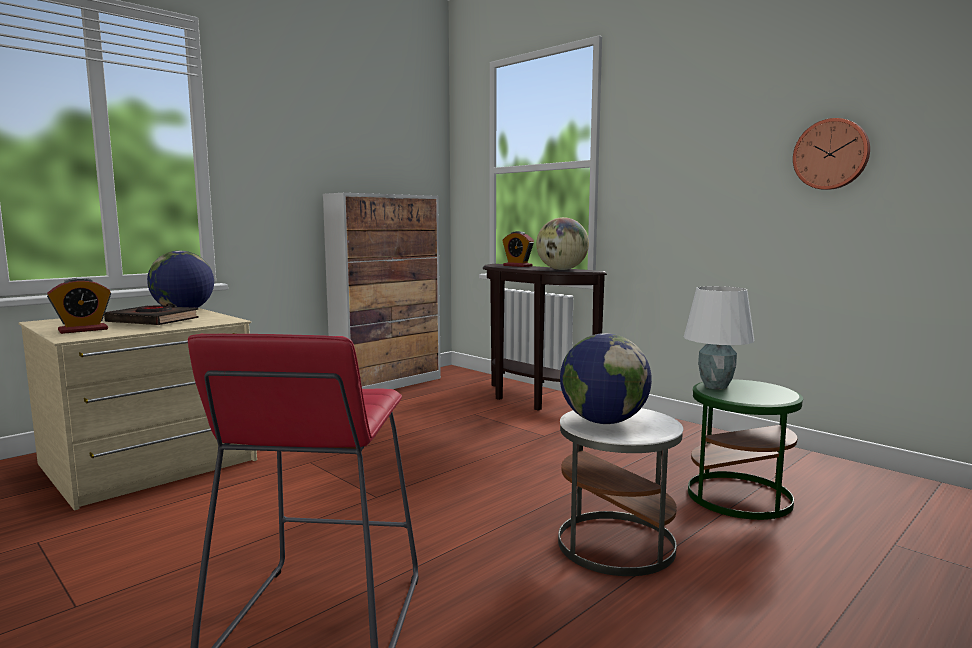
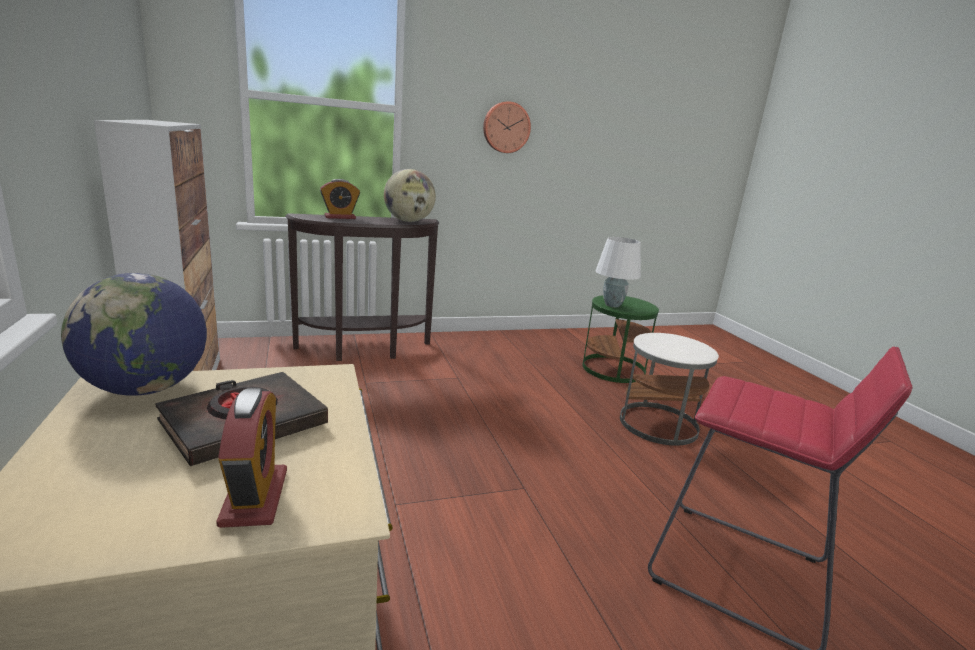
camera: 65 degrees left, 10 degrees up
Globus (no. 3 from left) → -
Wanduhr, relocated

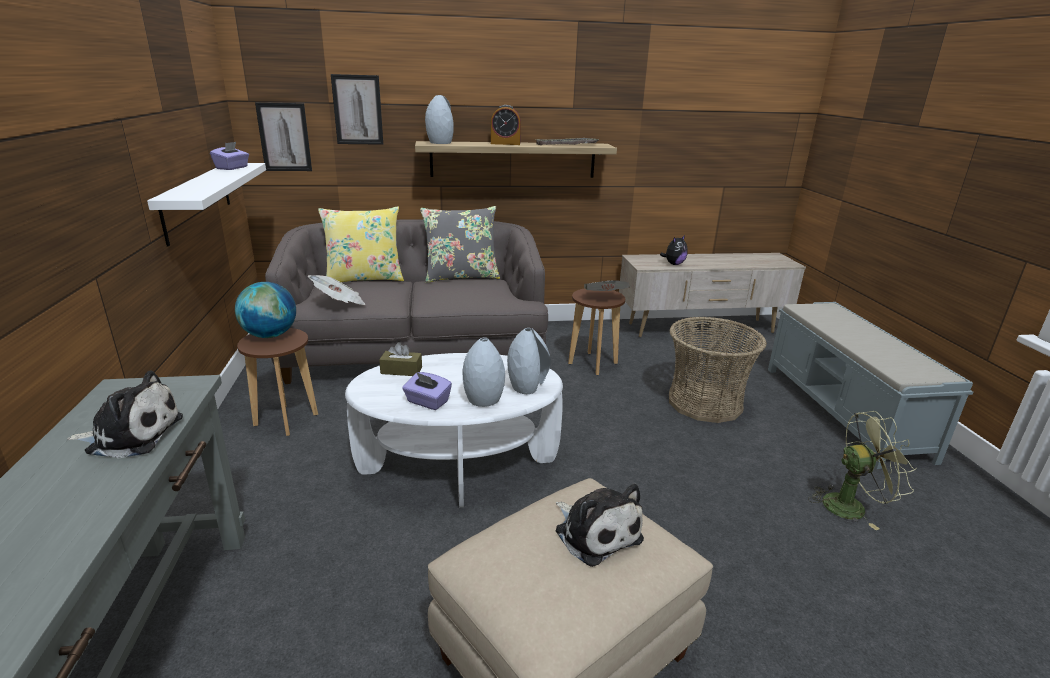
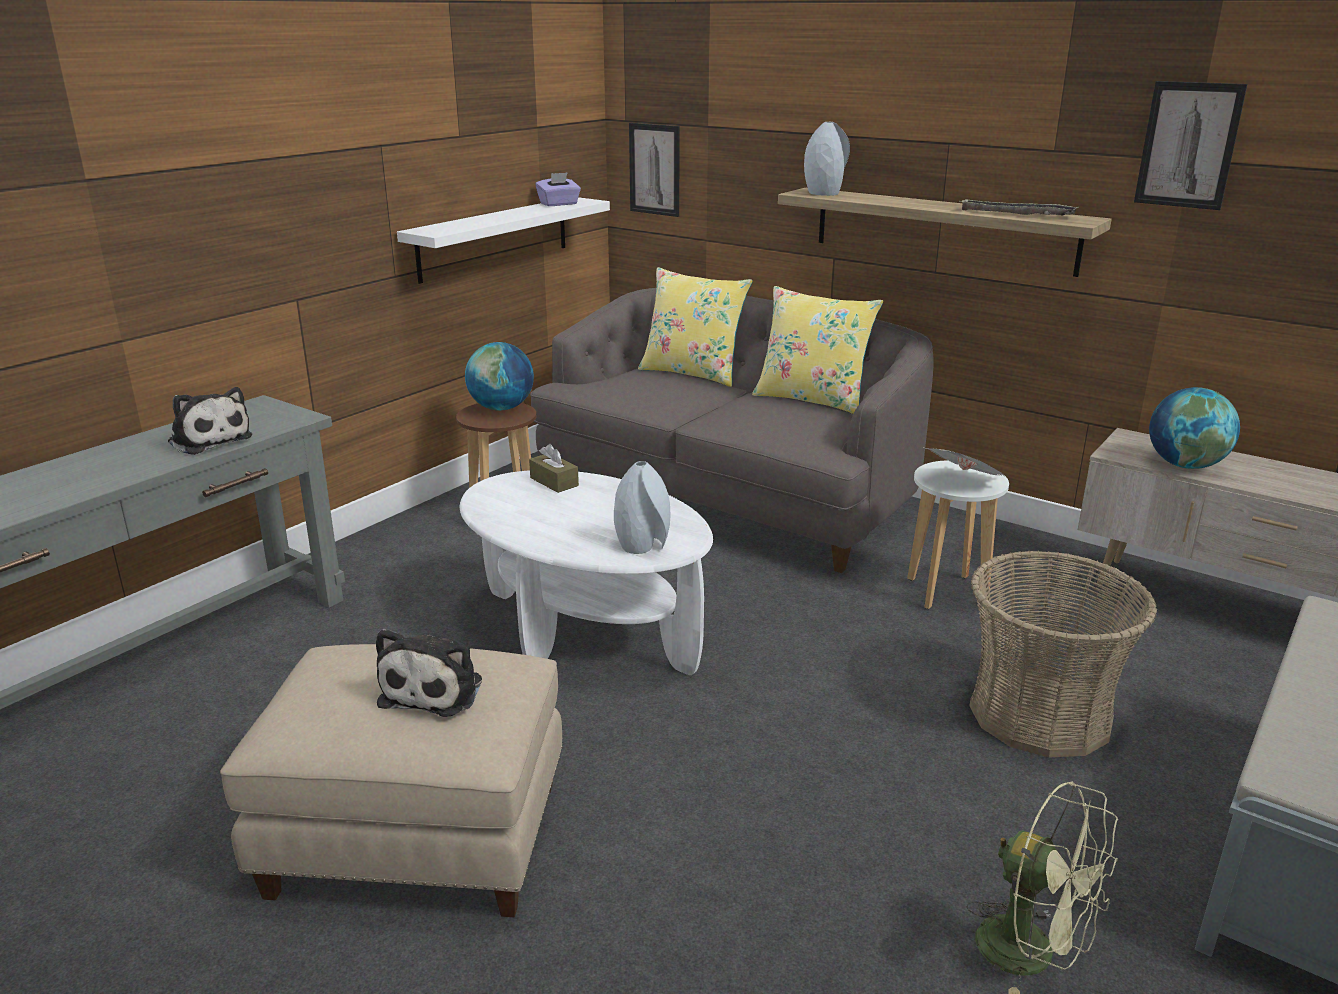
camera: 45 degrees right, 0 degrees up
Zeitung (no. 1 from left) → -
Taschentuchbox/lila (no. 2 from left) → -
Vase/grau (no. 2 from left) → -
Wecker → -
Bild (no. 2 from left), relocated
Plüschtier (no. 3 from left) → Globus (no. 2 from left)
Kissen/grau → Kissen/gelb (no. 2 from left)
Hocker/braun (no. 2 from left) → Hocker/weiß

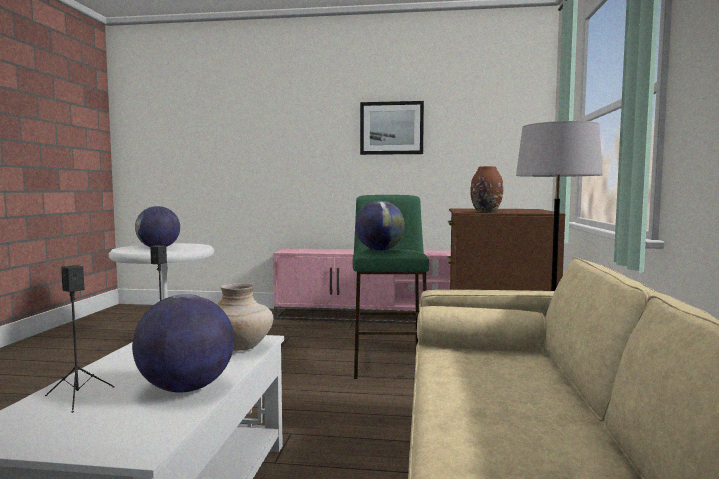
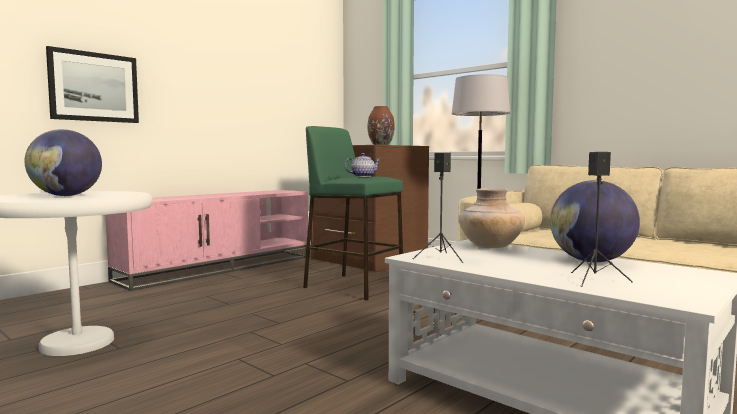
camera: 55 degrees left, 0 degrees up
Bild, relocated
Globus (no. 3 from left) → Teekanne

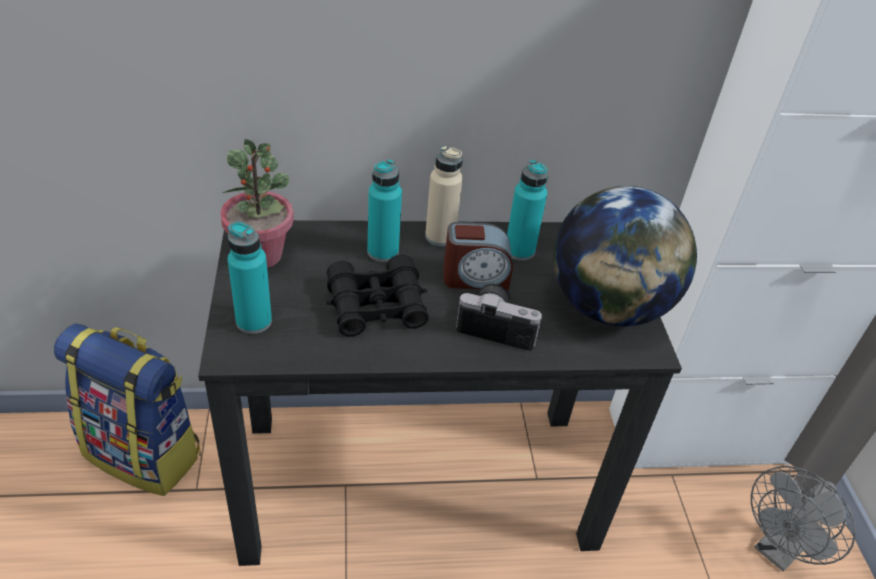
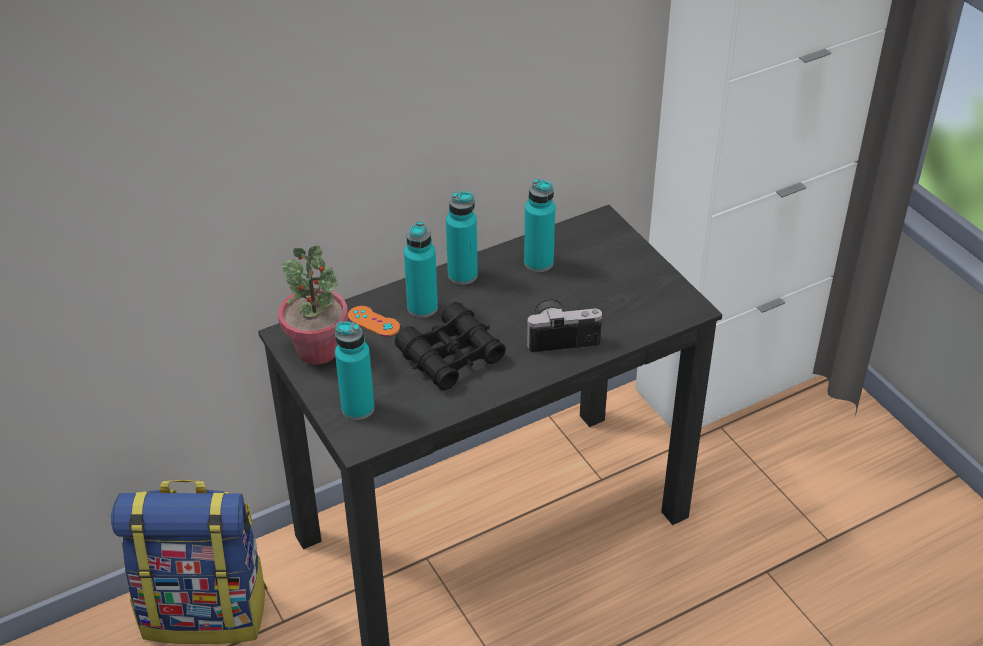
camera: 20 degrees left, 0 degrees up
Wecker → -
Globus → -
Ventilator/grau → -
- → Gamepad/orange
Flasche/beige → Flasche/türkis (no. 3 from left)

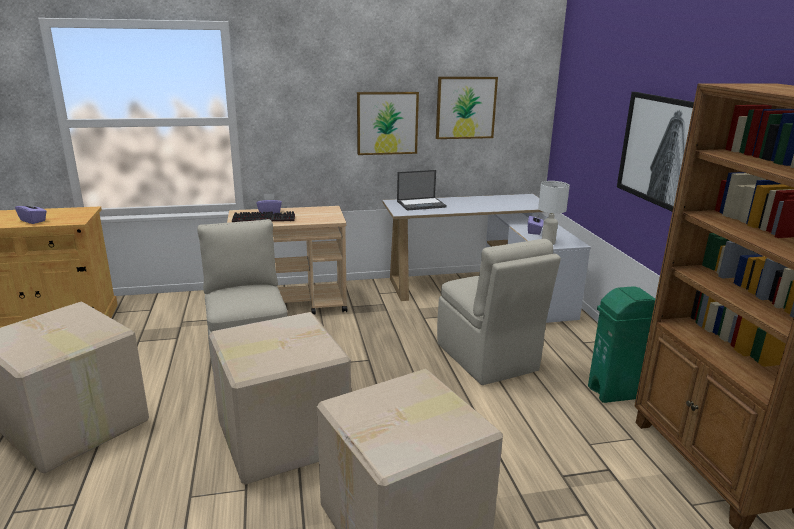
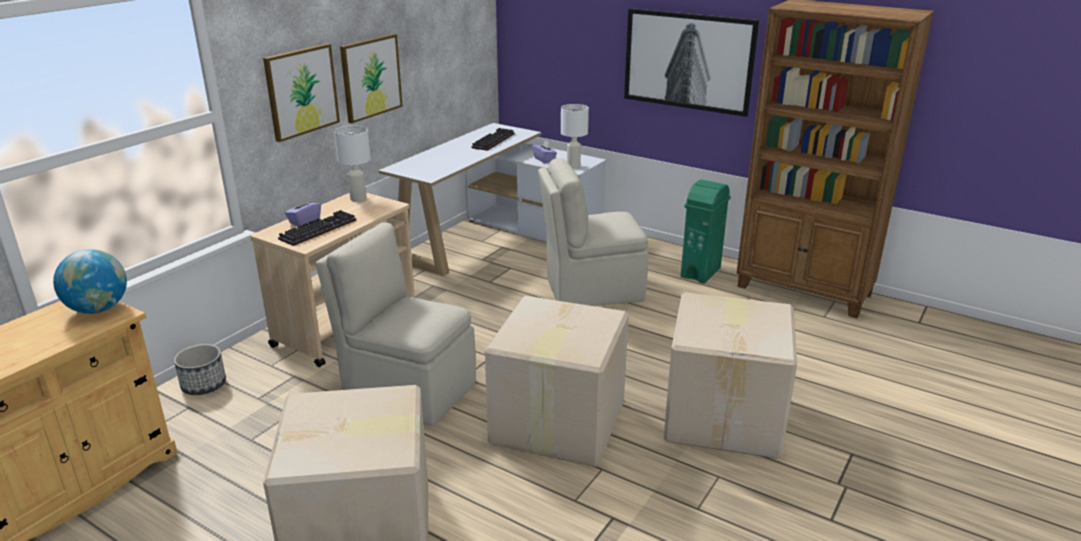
camera: 45 degrees left, 5 degrees up
Taschentuchbox/lila (no. 1 from left) → -
Laptop → -
- → Globus
- → Pflanzkübel
- → Tischlampe/weiß (no. 1 from left)
- → Tastatur (no. 2 from left)
Bild (no. 2 from left in the first image) → Bild (no. 1 from left), relocated
Stuhl/beige (no. 2 from left), 150 degrees clockwise

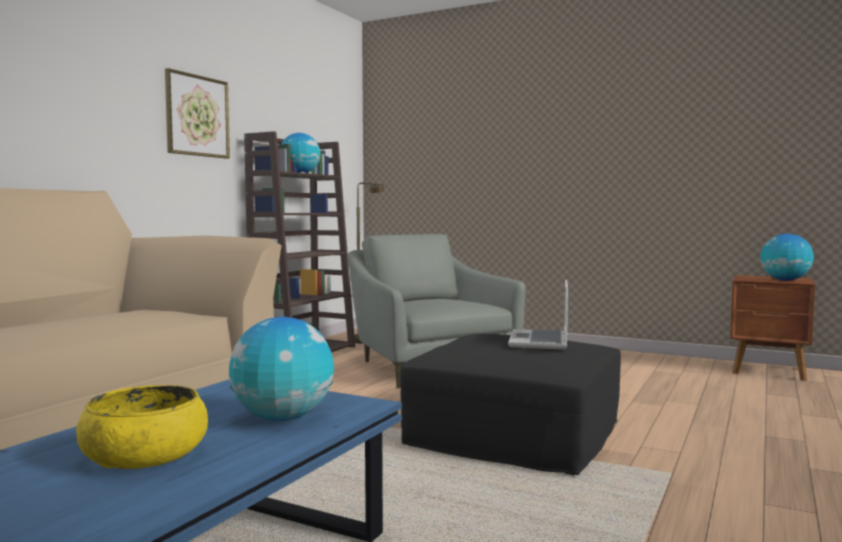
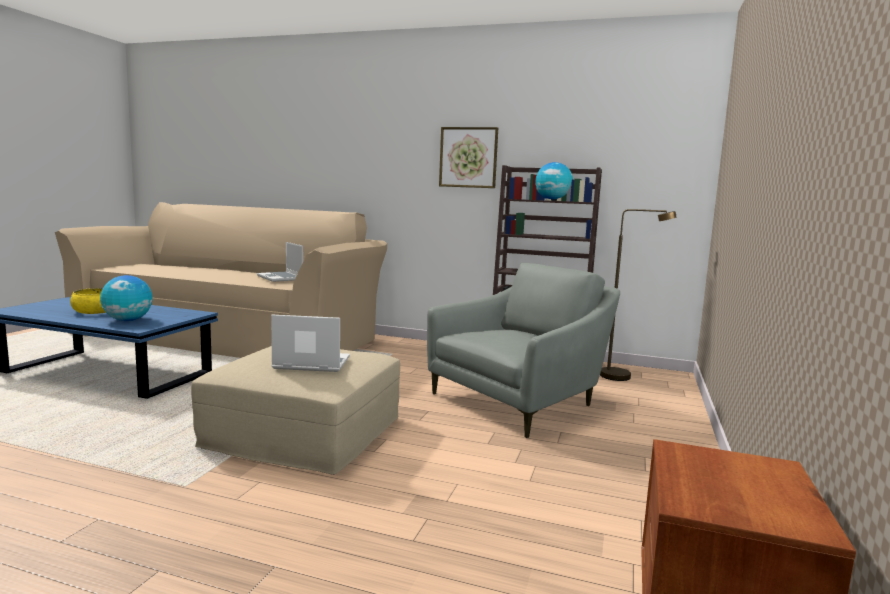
camera: 80 degrees right, 5 degrees up
Globus (no. 3 from left) → -
- → Laptop (no. 1 from left)
Polsterhocker/schwarz → Polsterhocker/beige

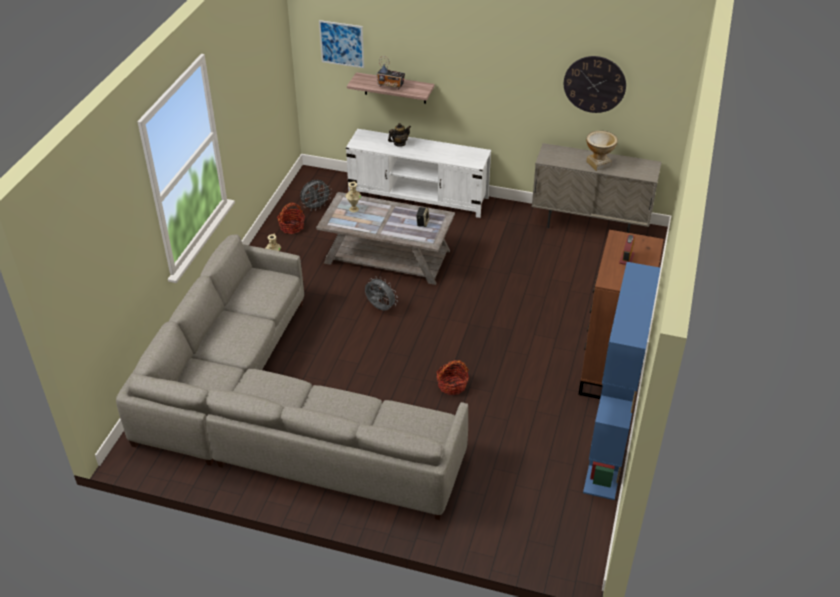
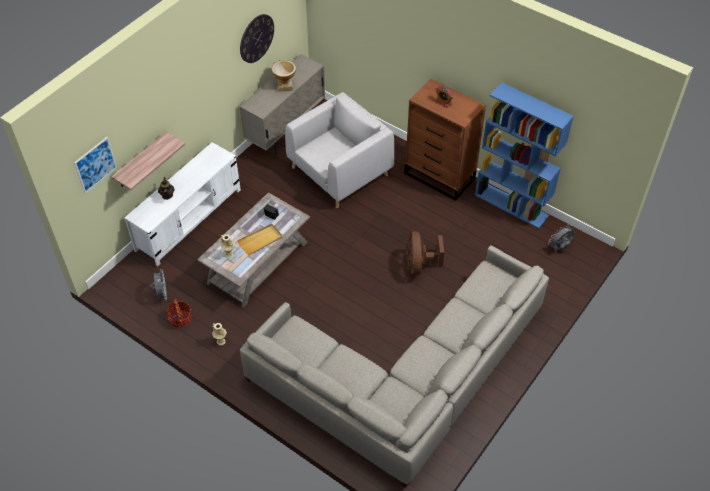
camera: 70 degrees left, 10 degrees up
Radio → -
- → Tablett/beige
- → Sessel/grau
Ventilator/grau (no. 2 from left), relocated
Korb (no. 2 from left) → Ventilator/braun

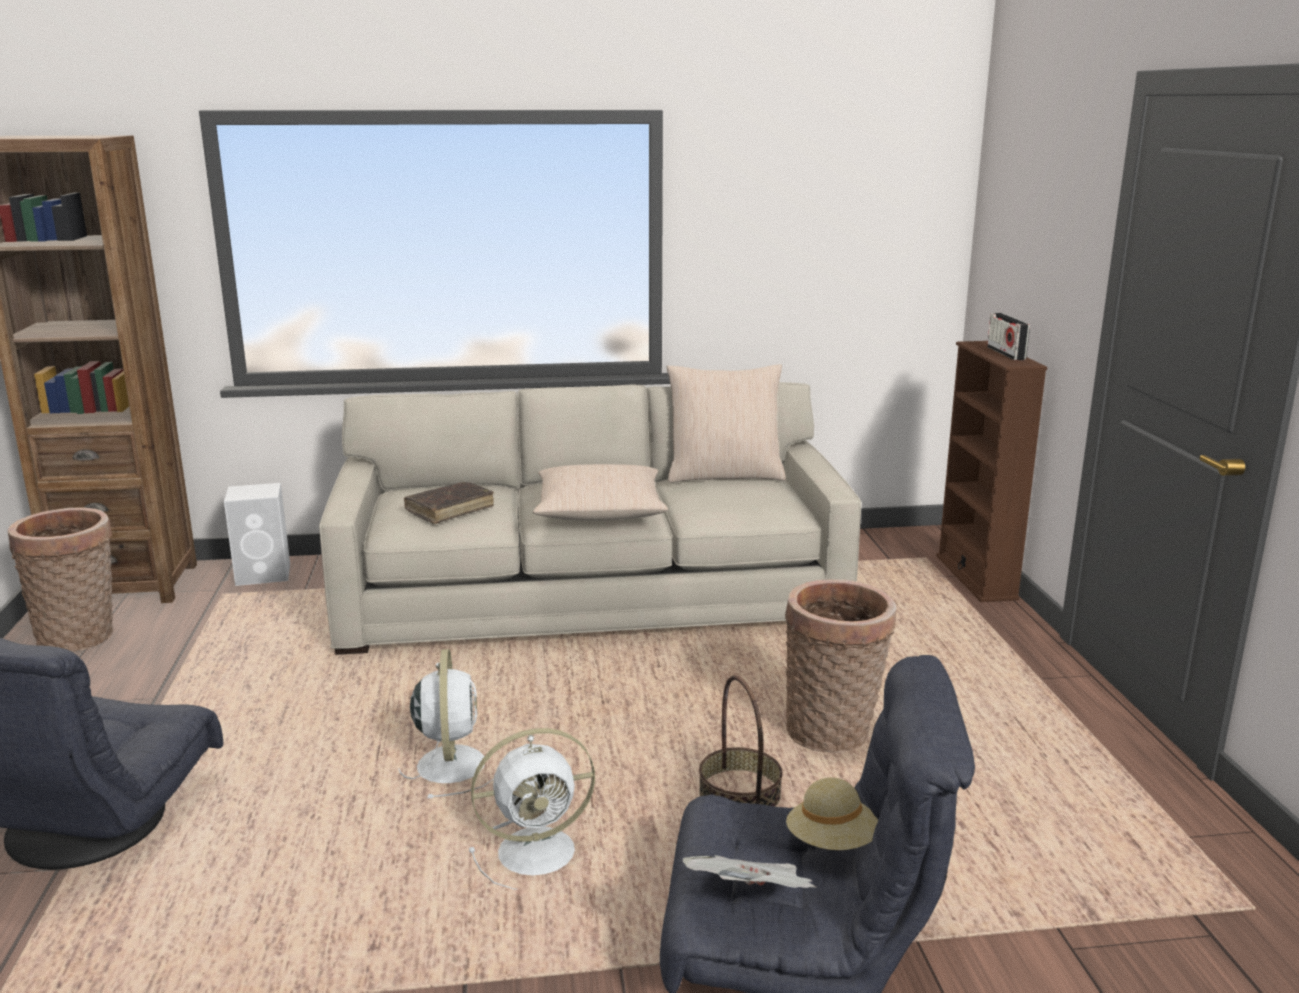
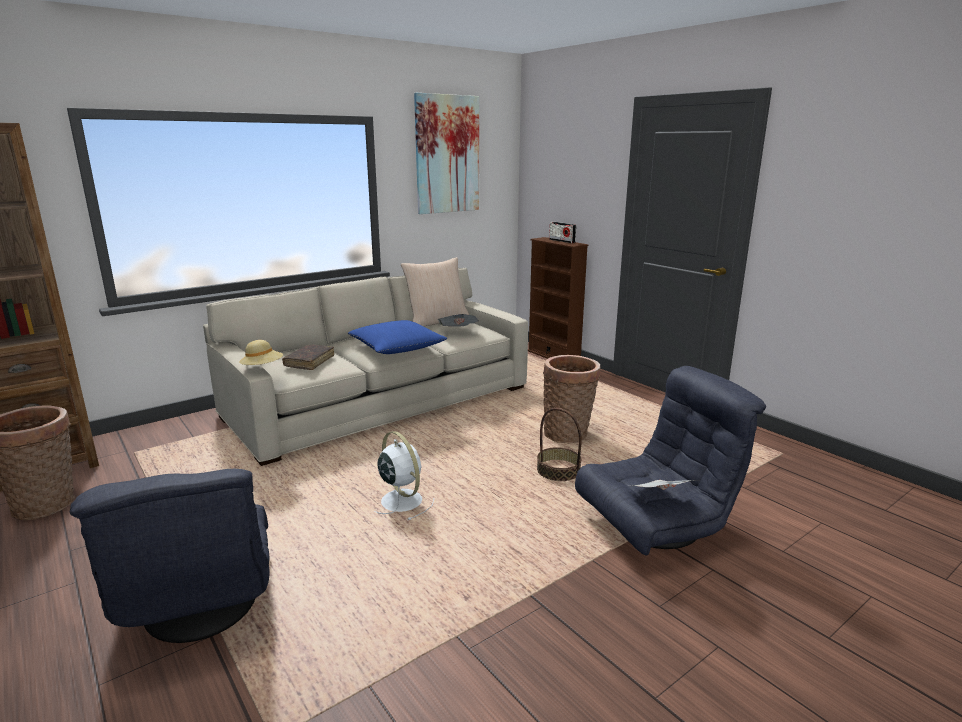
camera: 30 degrees left, 0 degrees up
Lautsprecher/weiß → -
Ventilator/weiß (no. 2 from left) → -
- → Bild
- → Zeitung (no. 1 from left)
Hut/beige, relocated
Kissen/beige (no. 1 from left) → Kissen/blau

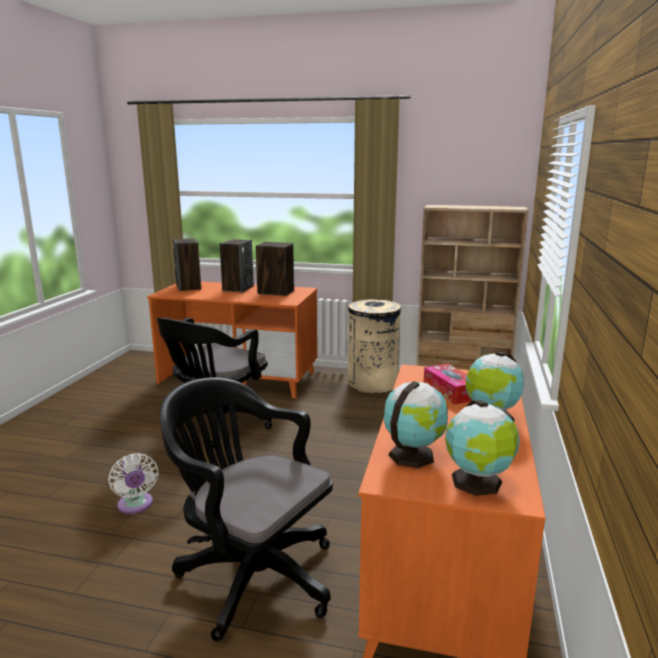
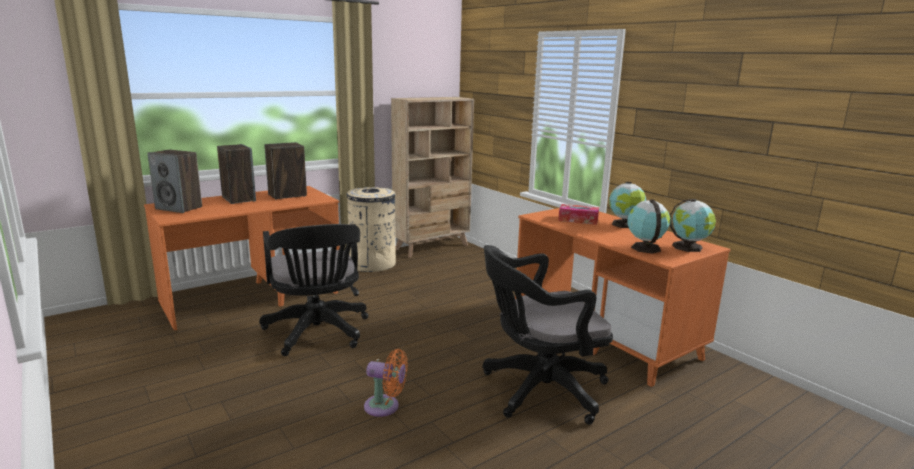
camera: 50 degrees left, 0 degrees up
Ventilator/weiß → Ventilator/orange

